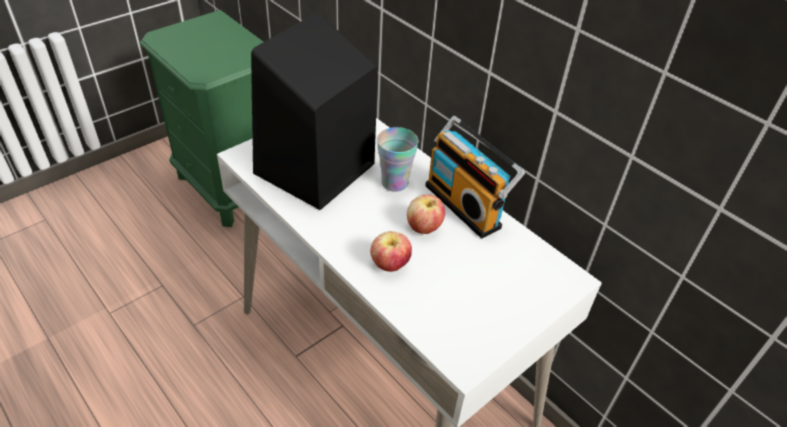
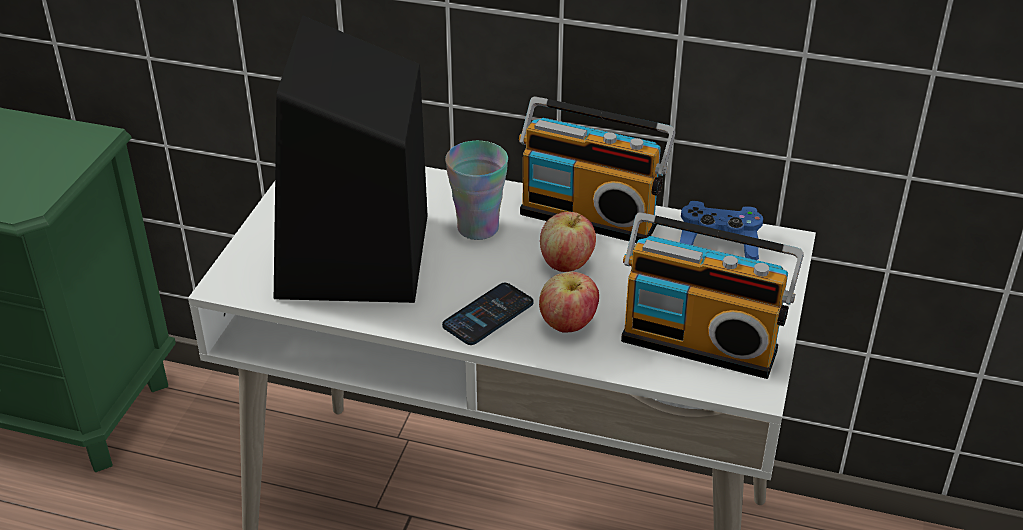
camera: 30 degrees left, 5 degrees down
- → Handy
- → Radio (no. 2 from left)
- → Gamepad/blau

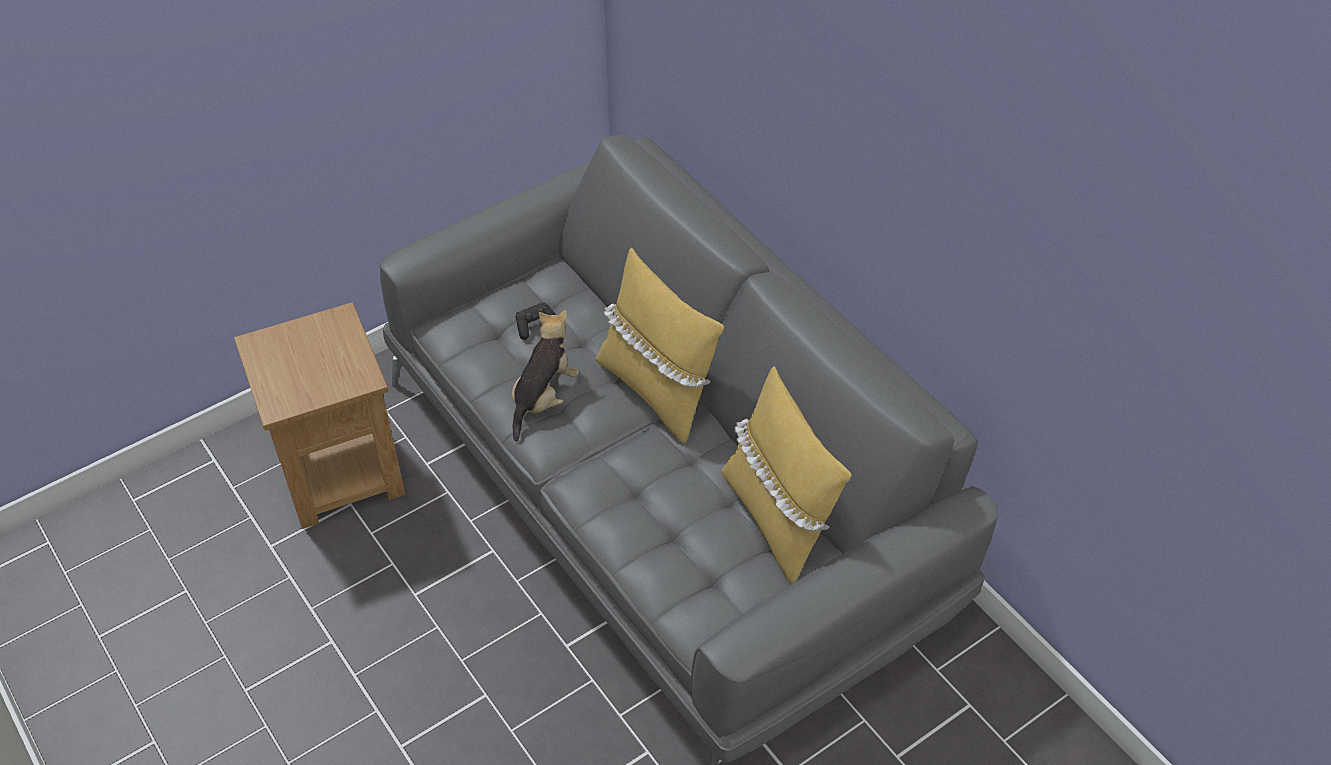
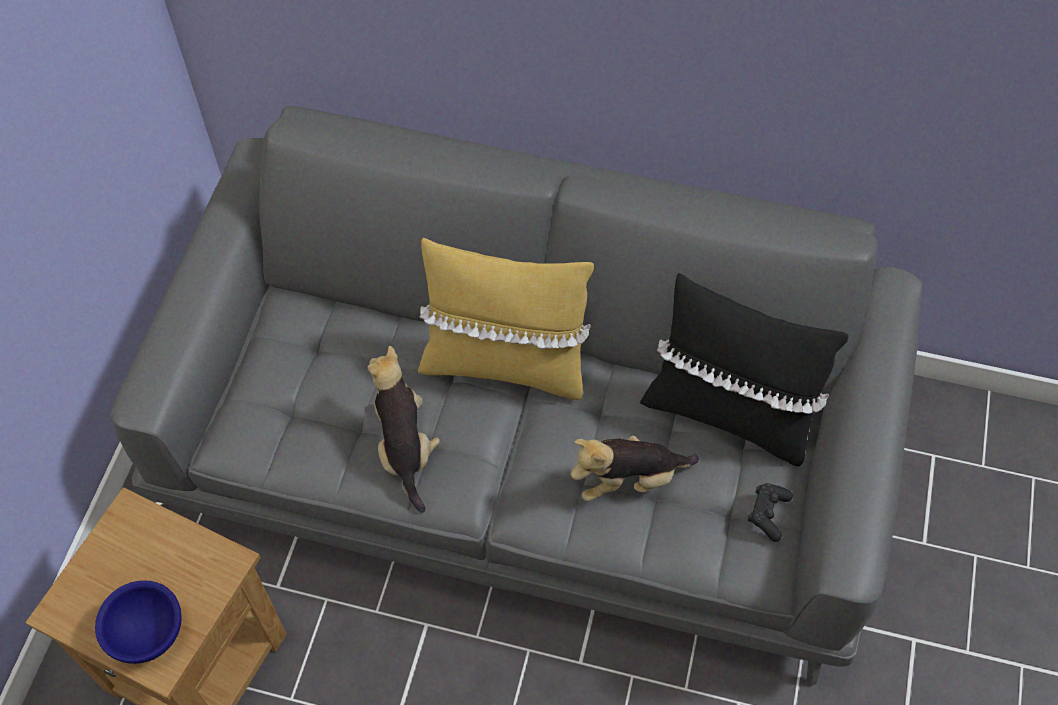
camera: 40 degrees left, 10 degrees up
- → Schüssel/blau
- → Plüschtier (no. 2 from left)
Gamepad/schwarz, relocated
Kissen/gelb (no. 2 from left) → Kissen/schwarz

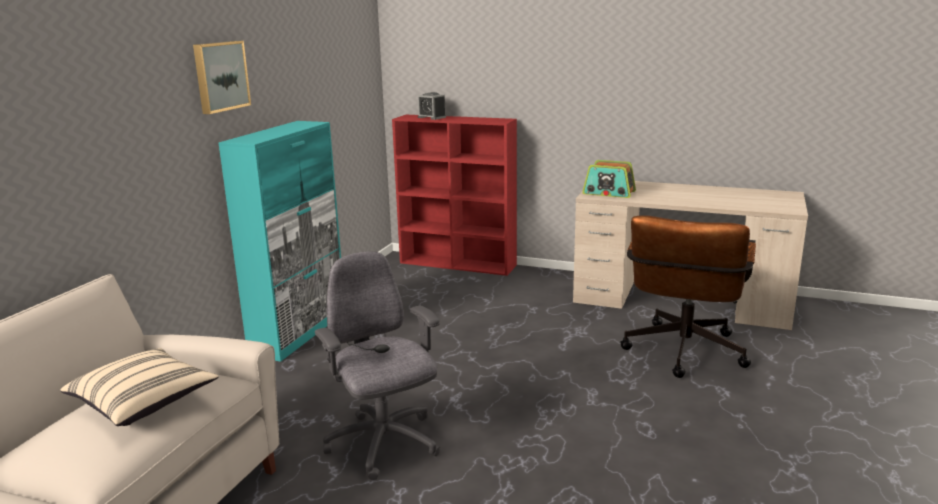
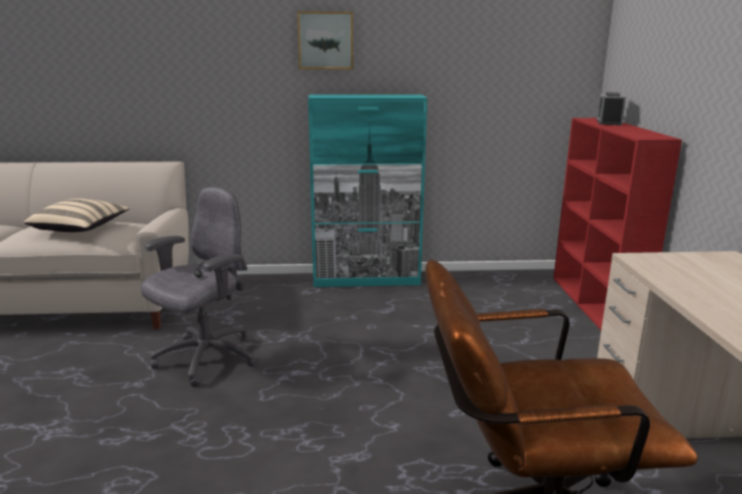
camera: 65 degrees right, 0 degrees up
Radio → -

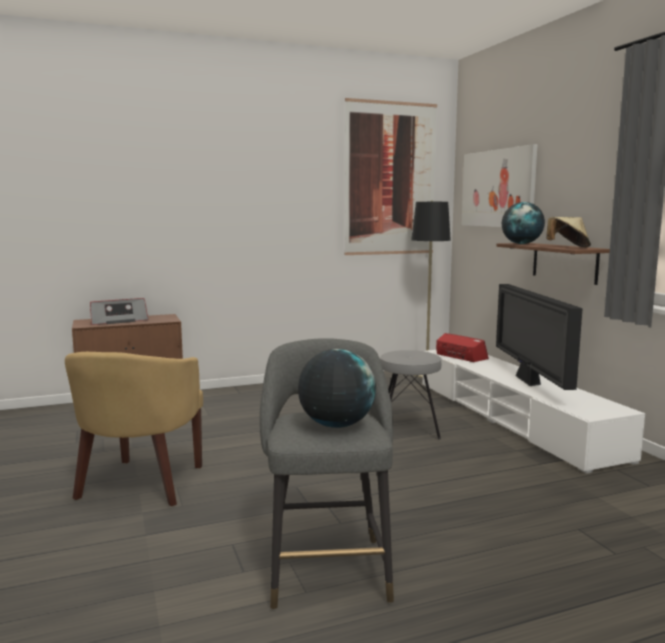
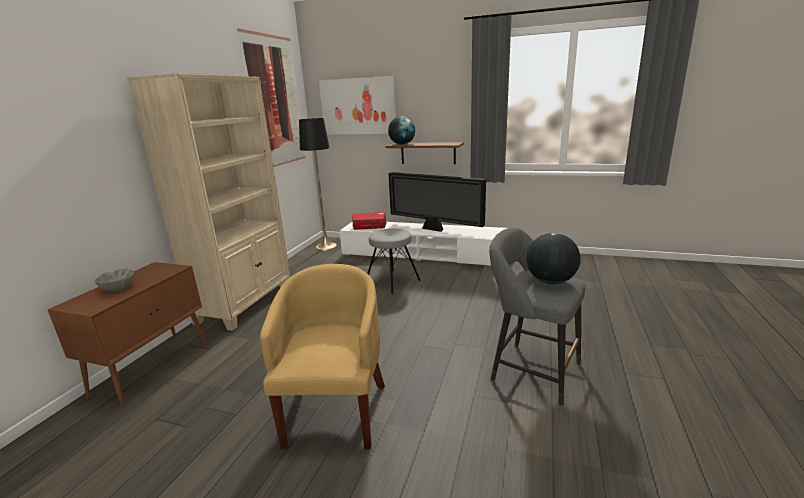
camera: 50 degrees left, 10 degrees up
Hut/beige → -
- → Bücherregal/beige
Radio (no. 1 from left) → Schüssel/grau
Sessel/gelb, 135 degrees counterclockwise

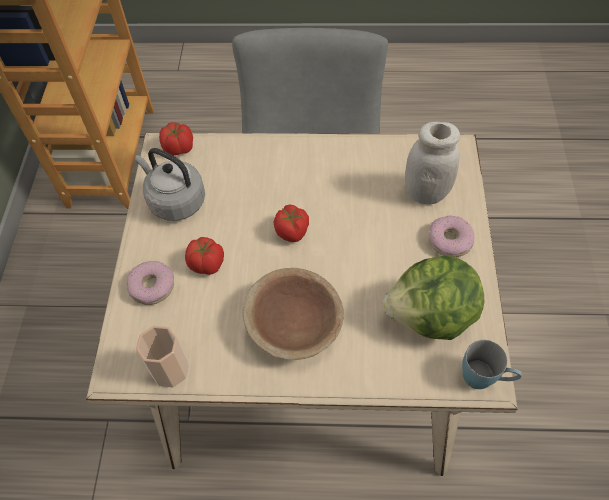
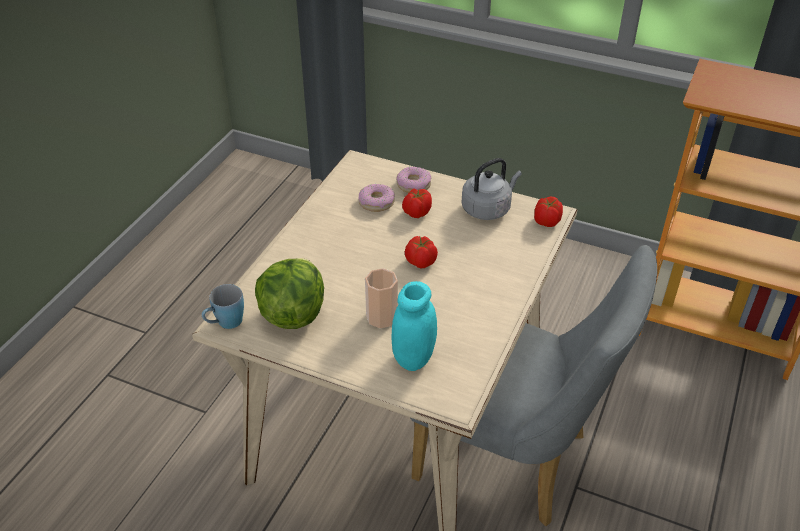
camera: 110 degrees right, 15 degrees down
Schüssel/braun → -
Tasse, relocated
Donut (no. 2 from left in the first image) → Donut (no. 1 from left), relocated
Vorratsglas/weiß → Vorratsglas/türkis

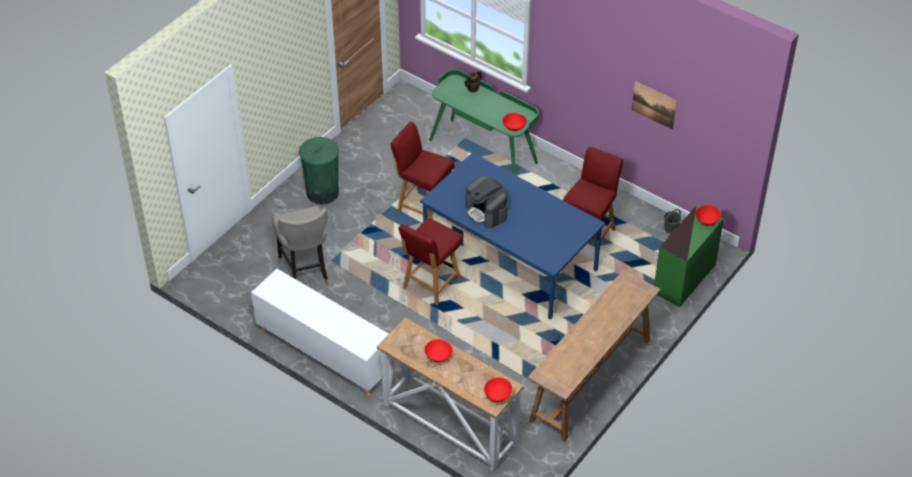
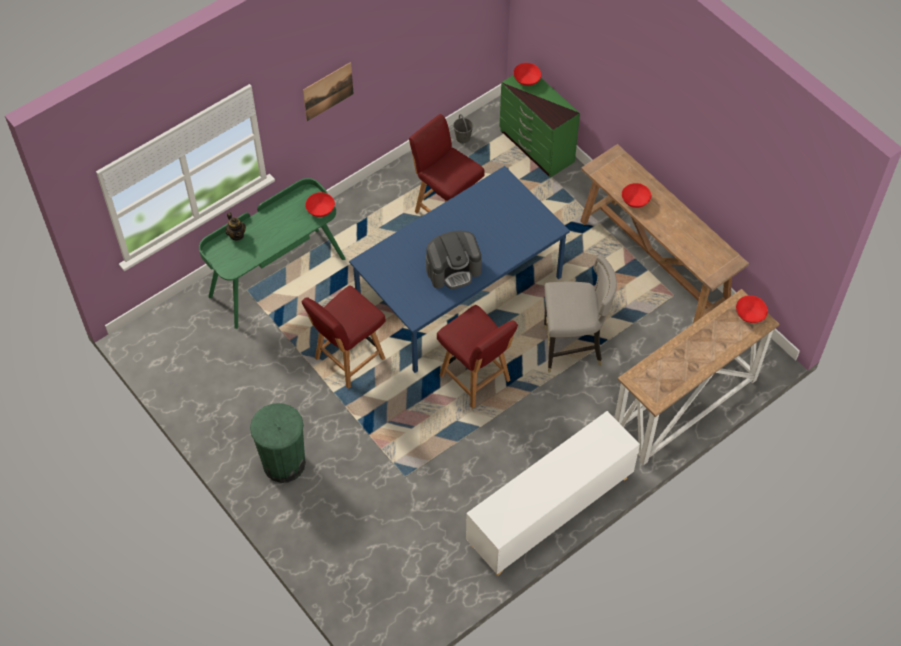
camera: 75 degrees left, 10 degrees up
Hocker/grau, relocated
Schüssel/rot (no. 1 from left in the first image) → Schüssel/rot (no. 3 from left), relocated
Bild, relocated

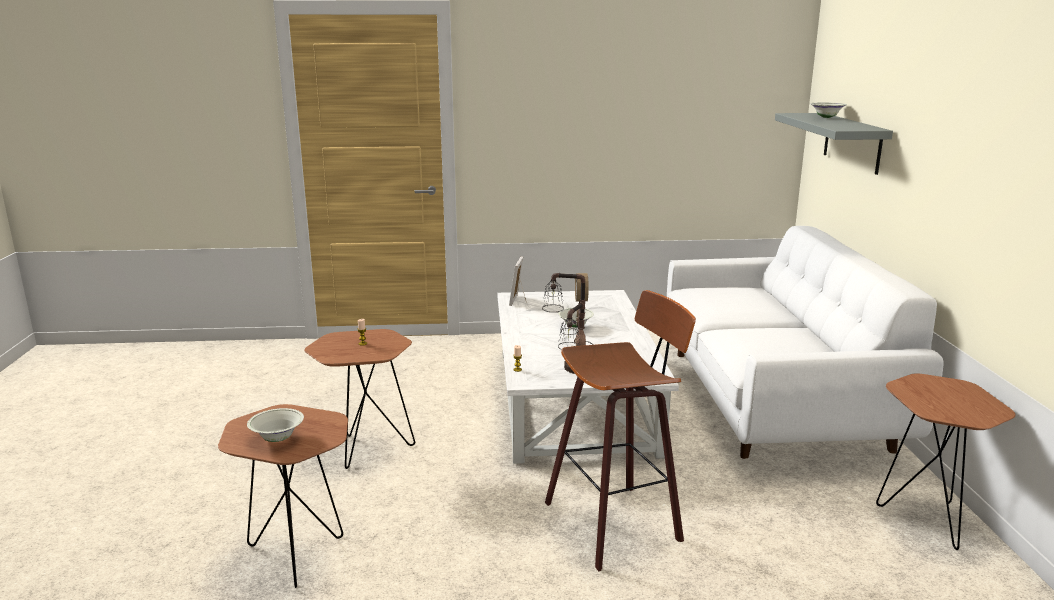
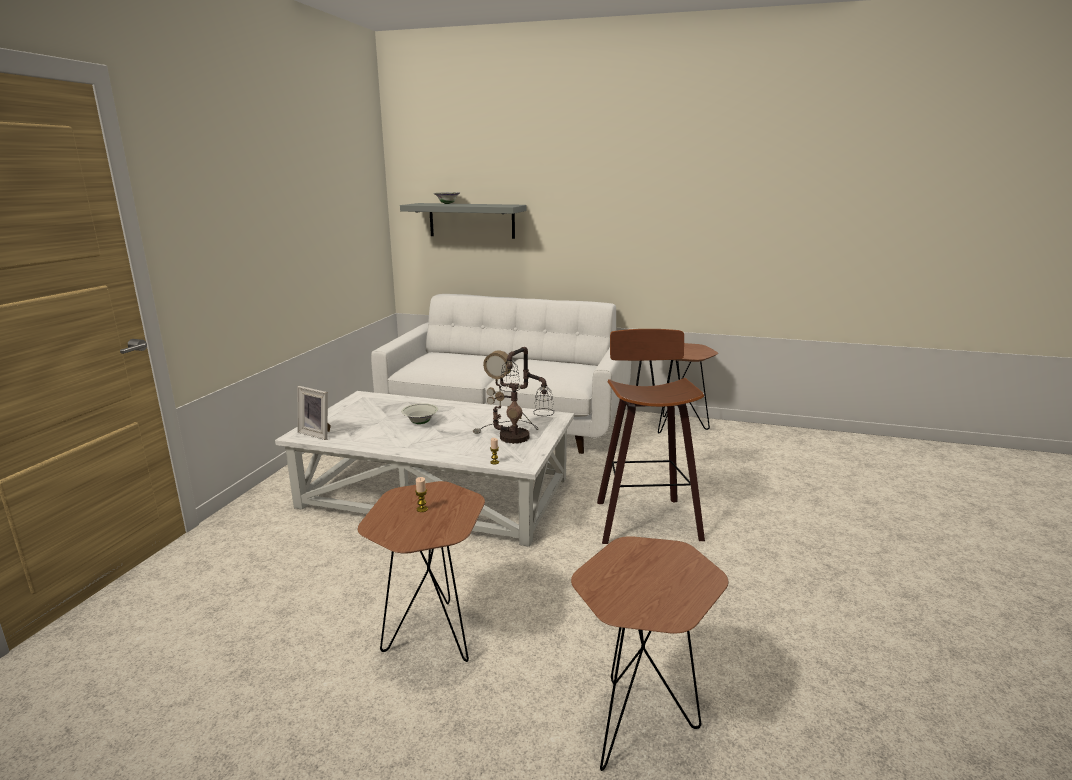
camera: 70 degrees left, 0 degrees up
Schüssel/weiß (no. 1 from left) → -

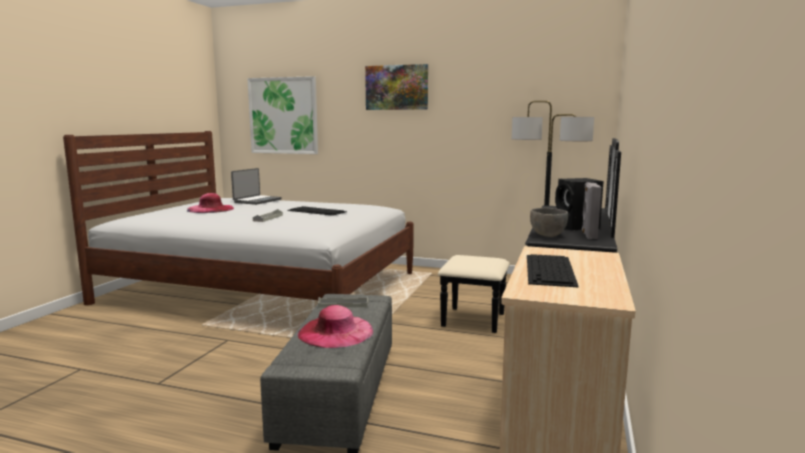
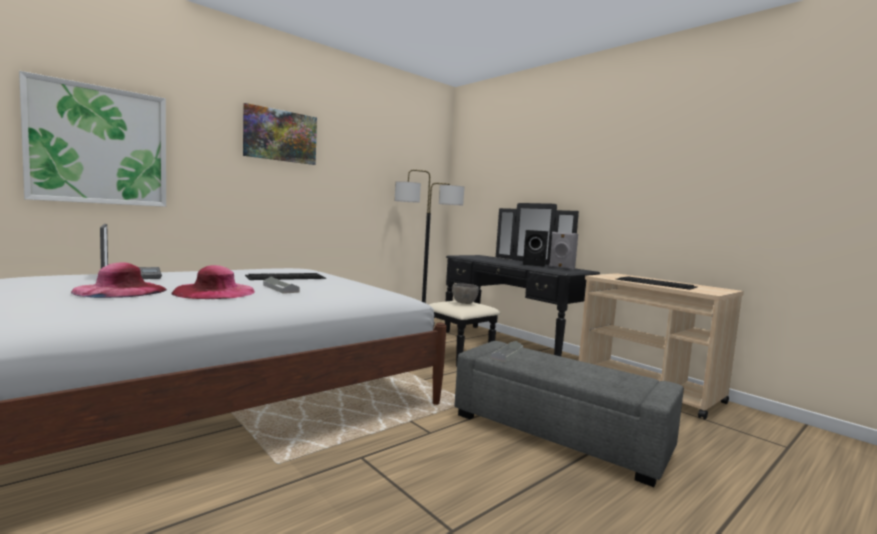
camera: 60 degrees left, 5 degrees down
Hut/rosa (no. 2 from left), relocated
Schüssel/grau, relocated

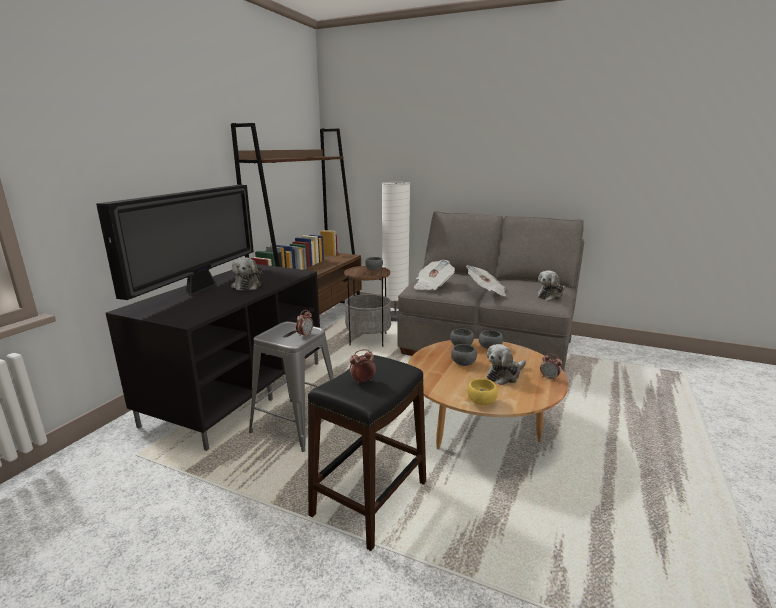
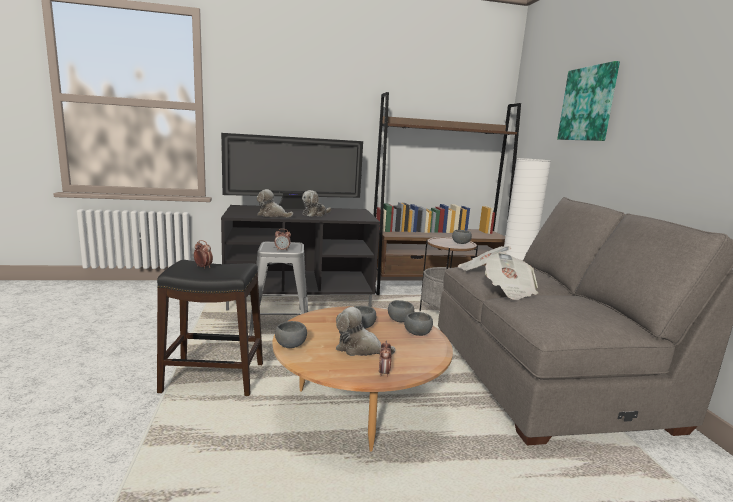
camera: 55 degrees right, 5 degrees down
- → Bild
Plüschtier (no. 3 from left in the first image) → Plüschtier (no. 1 from left), relocated
Schüssel/gelb → Schüssel/grau (no. 1 from left)

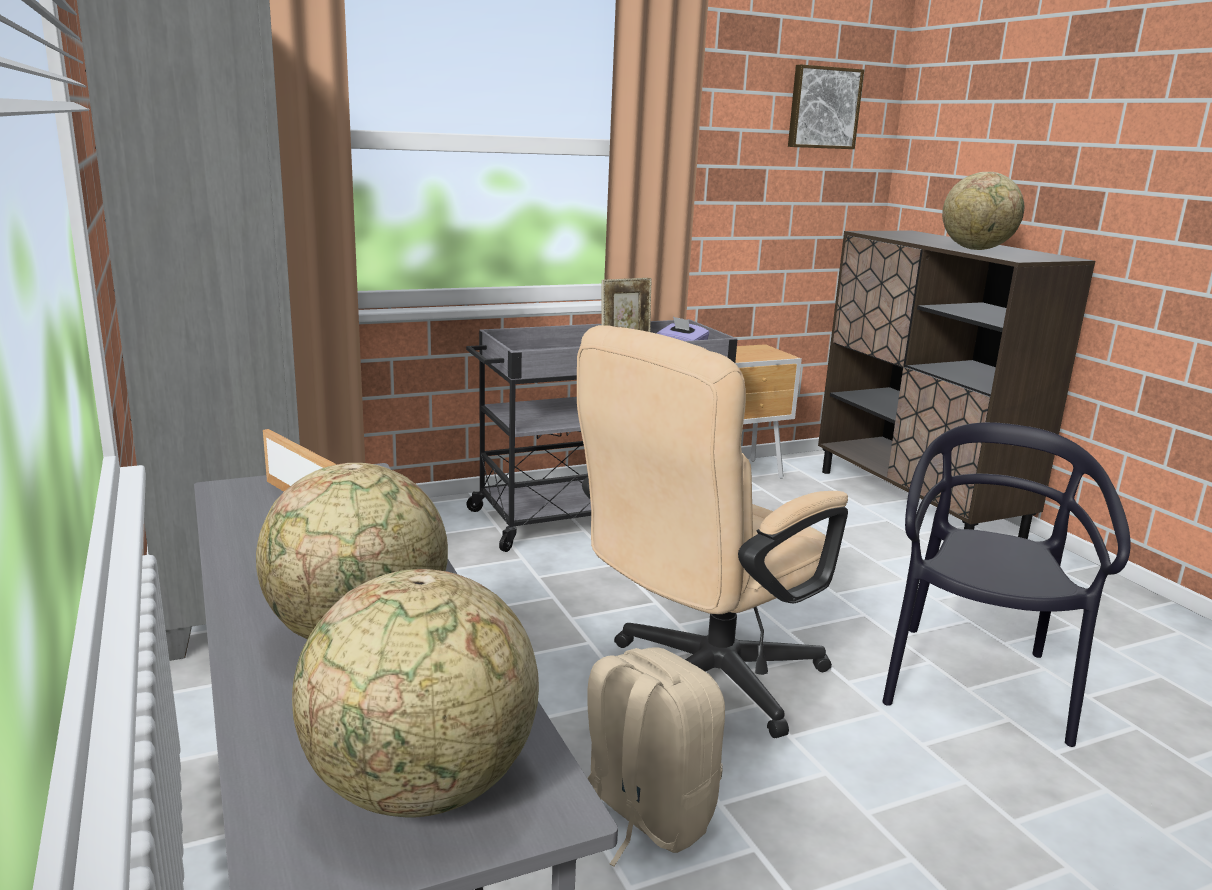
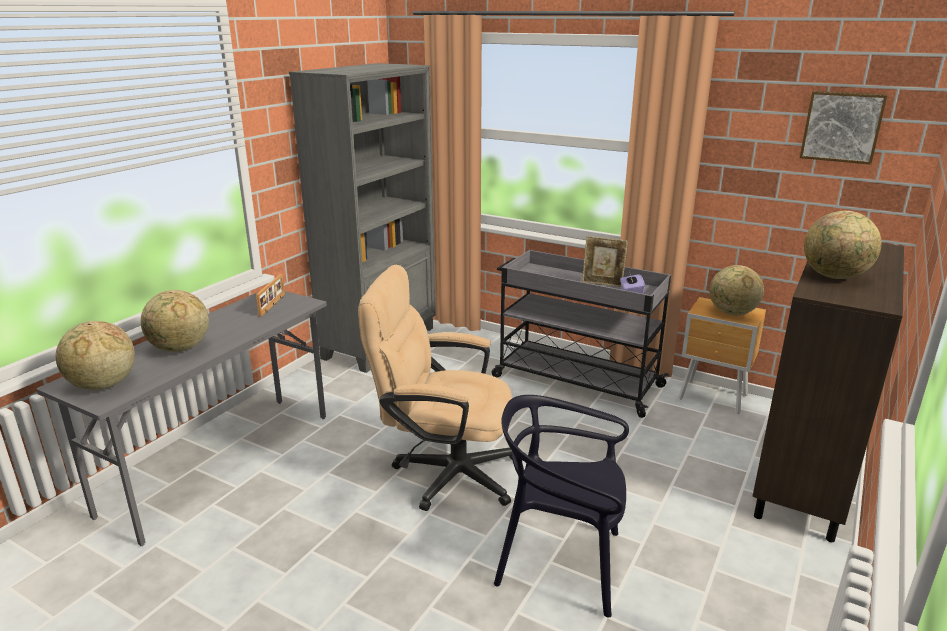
camera: 55 degrees right, 5 degrees up
Rucksack/beige → -
- → Globus (no. 3 from left)
Stuhl/schwarz, 150 degrees counterclockwise

